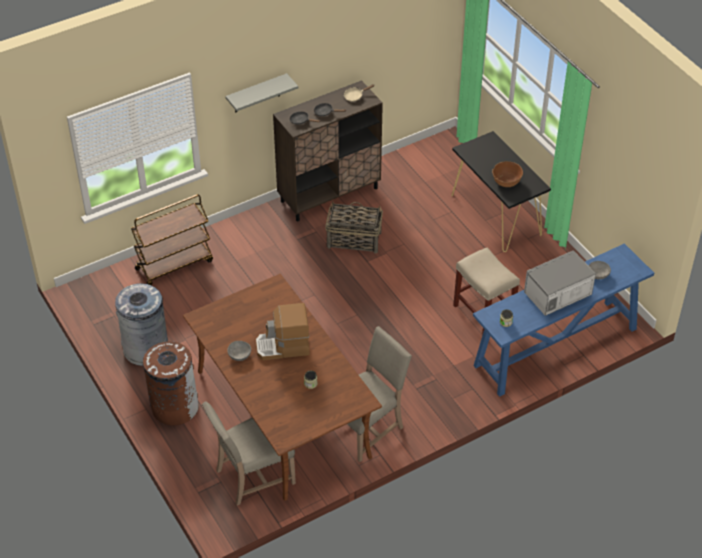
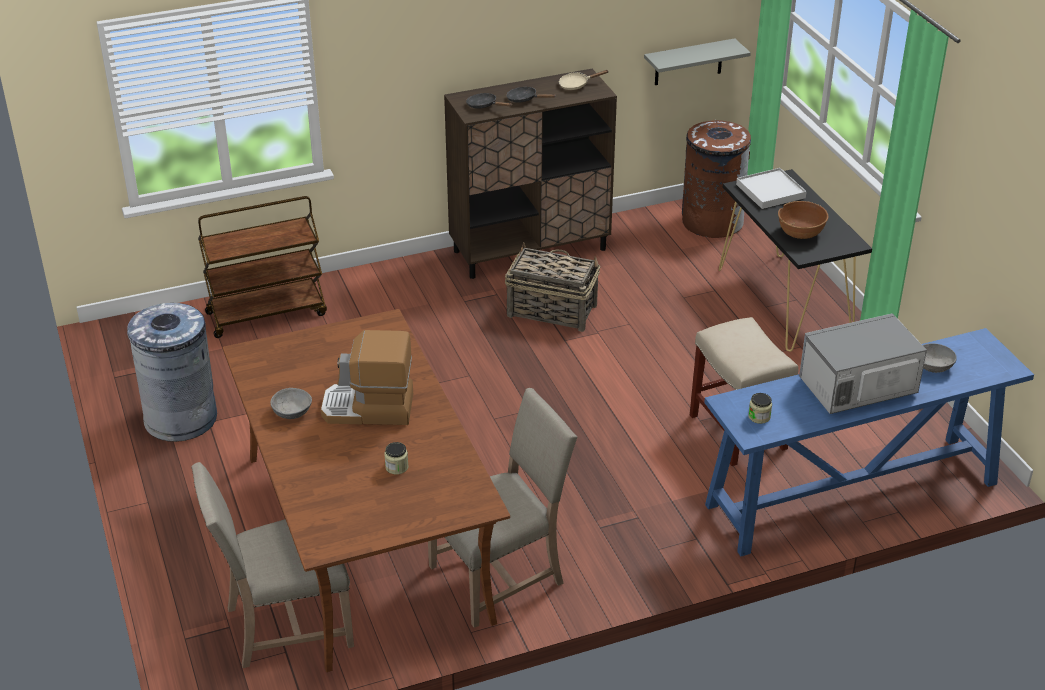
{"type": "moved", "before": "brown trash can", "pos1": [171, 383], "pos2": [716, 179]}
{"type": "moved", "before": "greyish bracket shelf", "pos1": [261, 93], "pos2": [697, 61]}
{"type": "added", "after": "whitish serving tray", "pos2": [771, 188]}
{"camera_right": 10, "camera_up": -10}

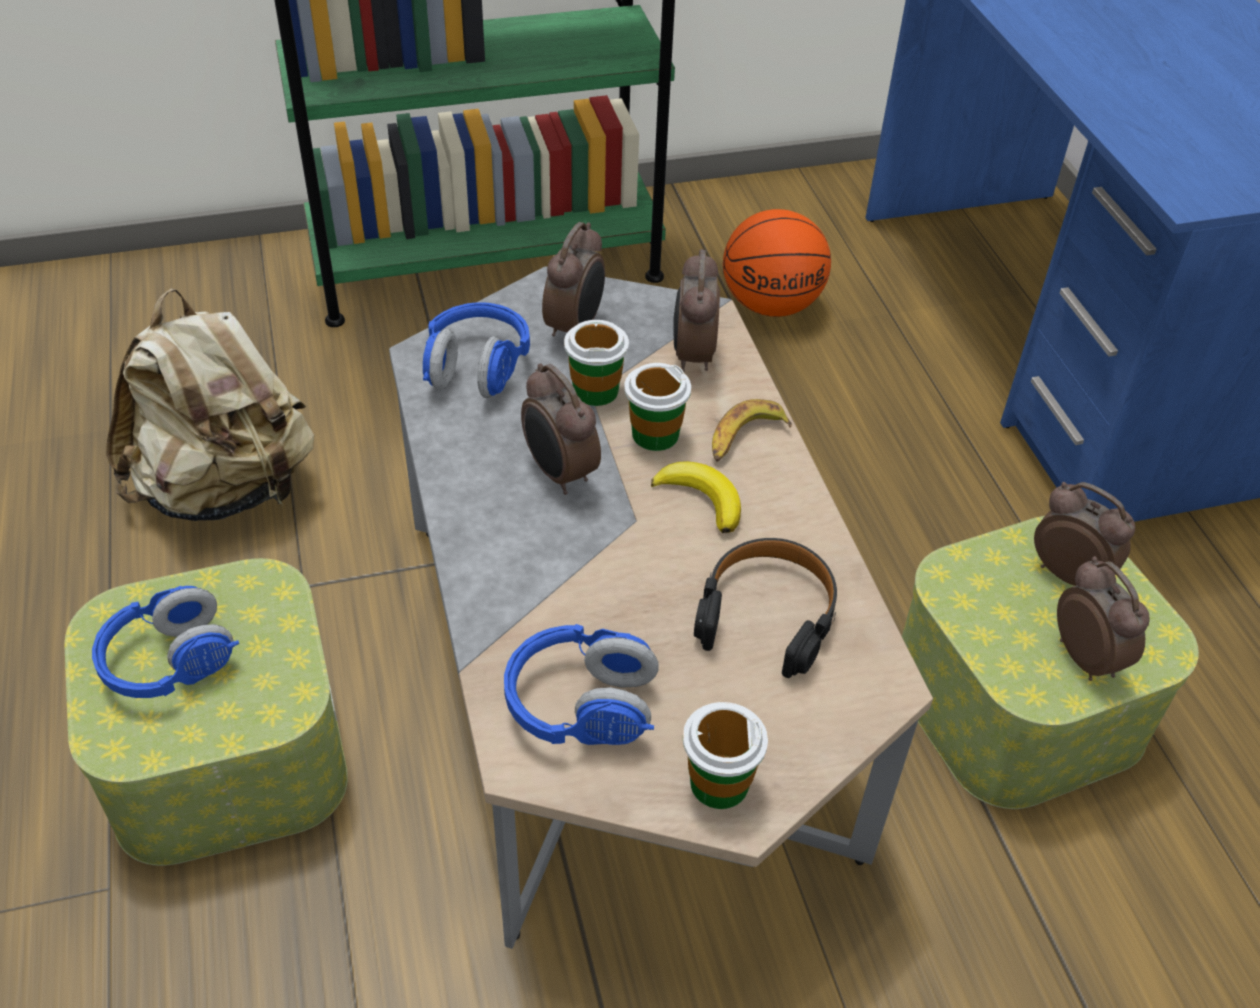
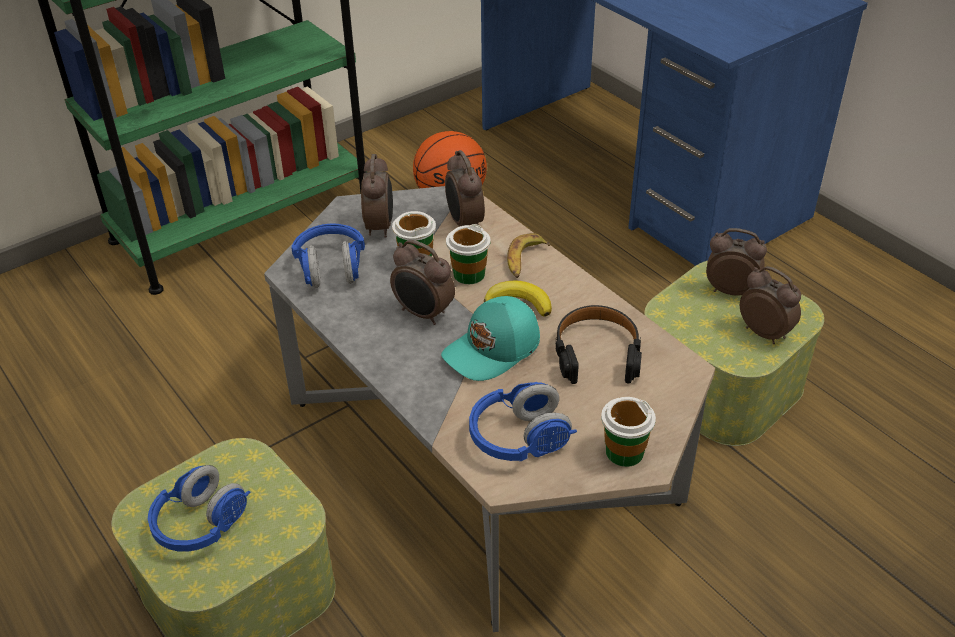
{"type": "removed", "before": "sand-coloured backpack", "pos1": [210, 404]}
{"type": "added", "after": "turquoise-coloured cap", "pos2": [490, 338]}
{"camera_right": -20, "camera_up": -5}

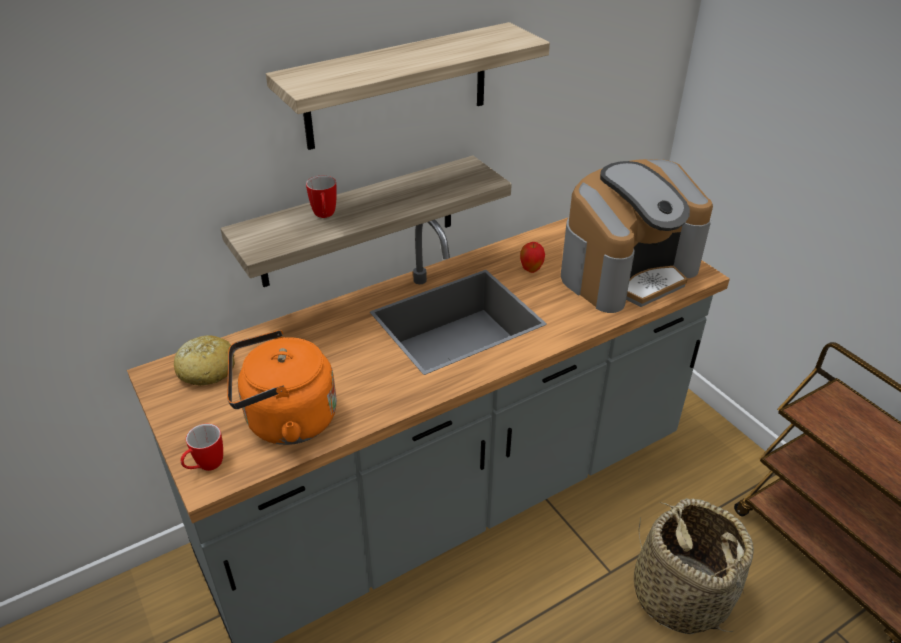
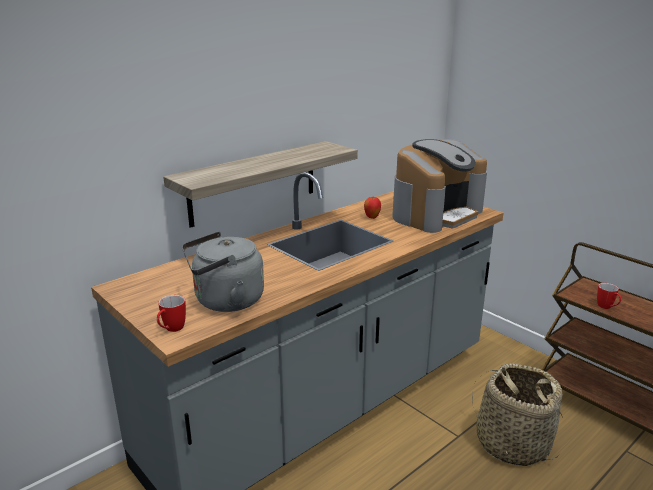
{"type": "removed", "before": "bakery bread", "pos1": [204, 360]}
{"type": "recoloured", "before": "orange-coloured water kettle", "after": "greyish water kettle", "pos1": [282, 387], "pos2": [223, 272]}
{"type": "removed", "before": "bracket shelf", "pos1": [408, 86]}
{"type": "moved", "before": "coffee mug", "pos1": [321, 197], "pos2": [609, 296]}
{"camera_right": -10, "camera_up": -15}

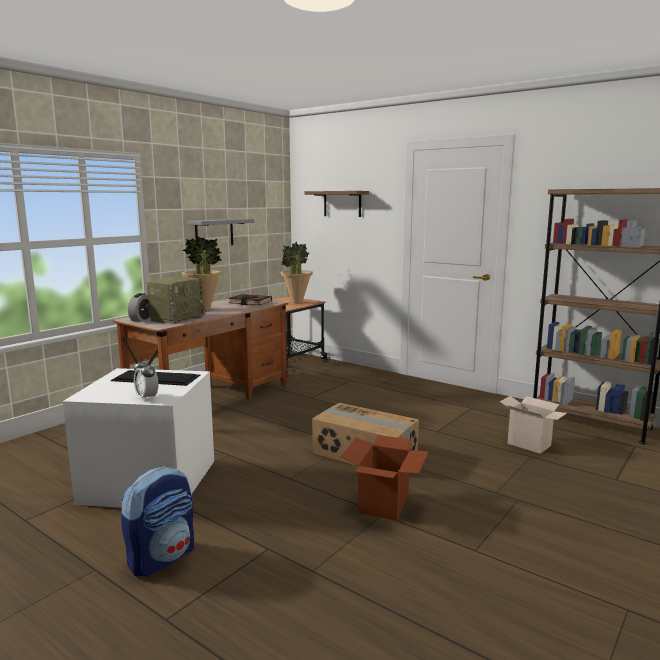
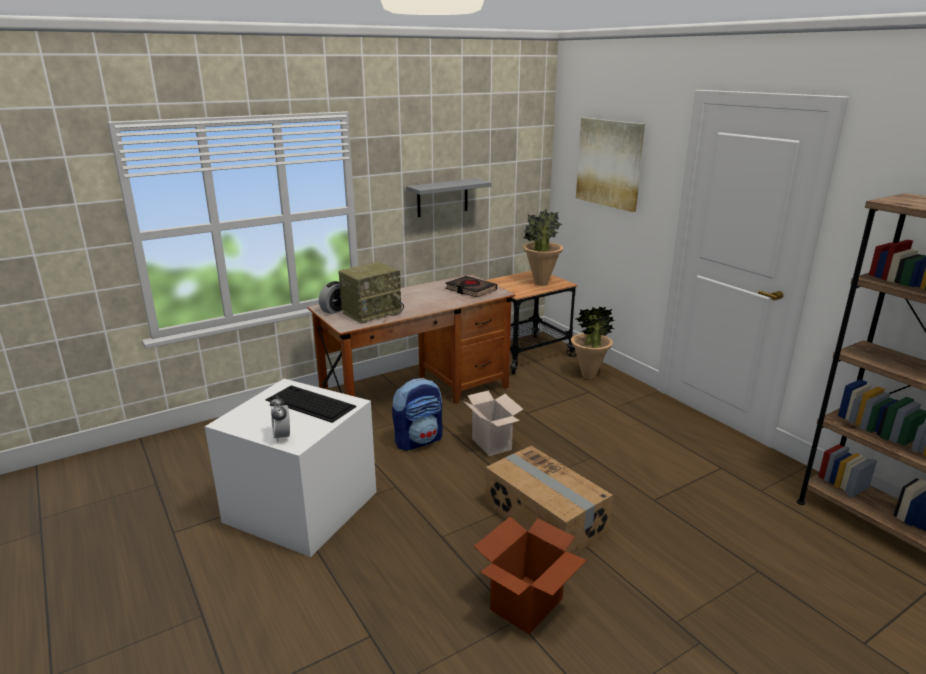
{"type": "moved", "before": "backpack", "pos1": [157, 521], "pos2": [417, 414]}
{"type": "moved", "before": "potted plant", "pos1": [201, 273], "pos2": [593, 343]}
{"type": "replaced", "before": "brown bracket shelf", "after": "wall picture", "pos1": [337, 204], "pos2": [610, 165]}
{"type": "moved", "before": "carton", "pos1": [533, 425], "pos2": [493, 423]}
{"camera_right": 20, "camera_up": 10}

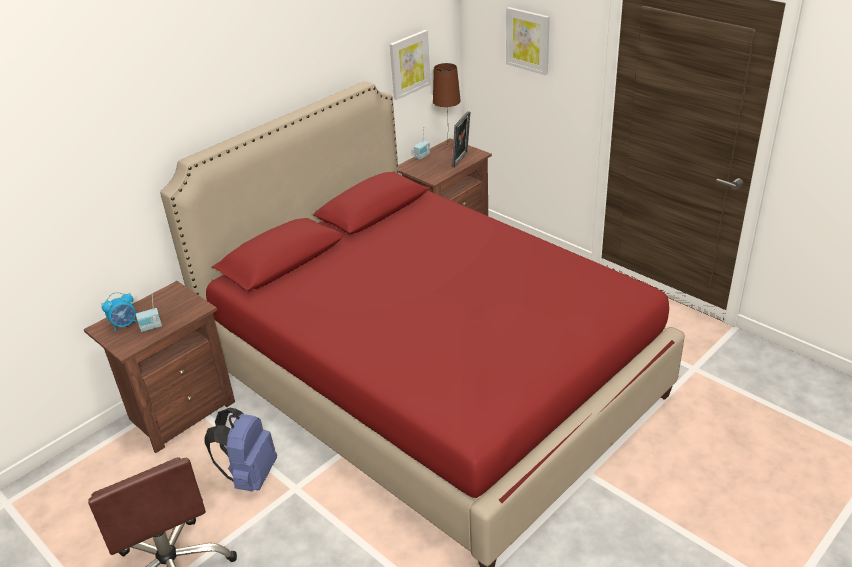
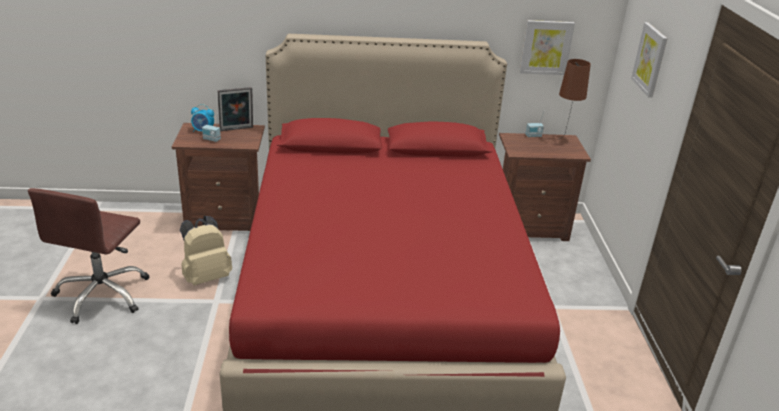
{"type": "recoloured", "before": "blue backpack", "after": "sand-coloured backpack", "pos1": [241, 449], "pos2": [206, 250]}
{"type": "moved", "before": "standing frame", "pos1": [461, 139], "pos2": [235, 109]}
{"camera_right": 40, "camera_up": -5}

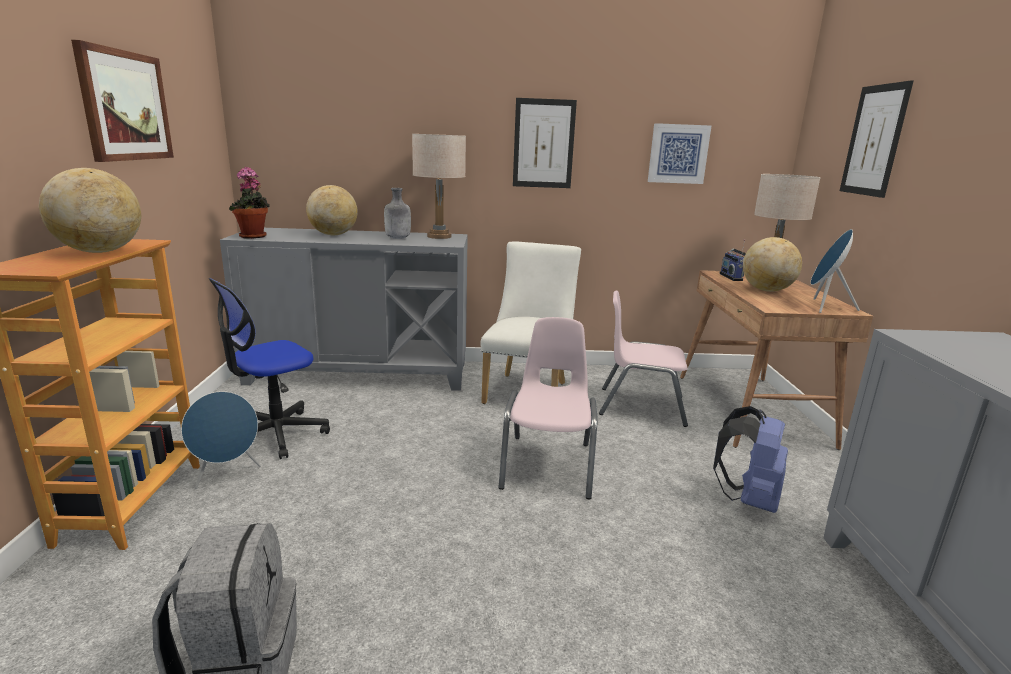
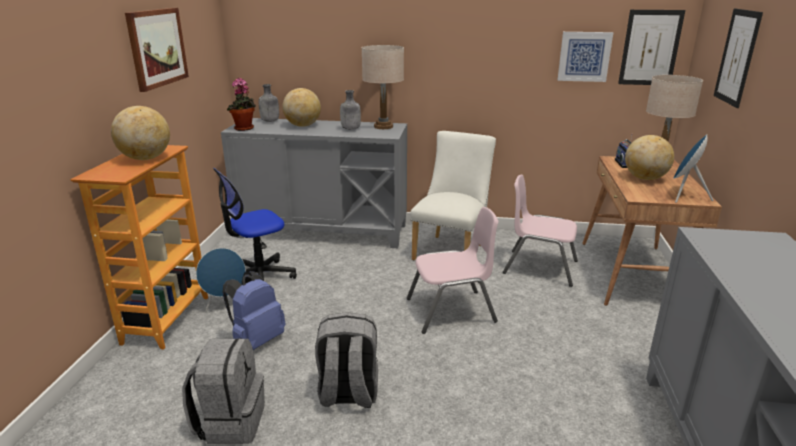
{"type": "turned", "before": "pink chair", "pos1": [548, 408], "pos2": [452, 270], "turn": 60}
{"type": "moved", "before": "wall picture", "pos1": [545, 143], "pos2": [651, 47]}
{"type": "moved", "before": "blue backpack", "pos1": [750, 459], "pos2": [254, 310]}
{"type": "added", "after": "greyish drink bottle", "pos2": [269, 103]}
{"type": "added", "after": "greyish backpack", "pos2": [346, 360]}
{"camera_right": 10, "camera_up": 5}

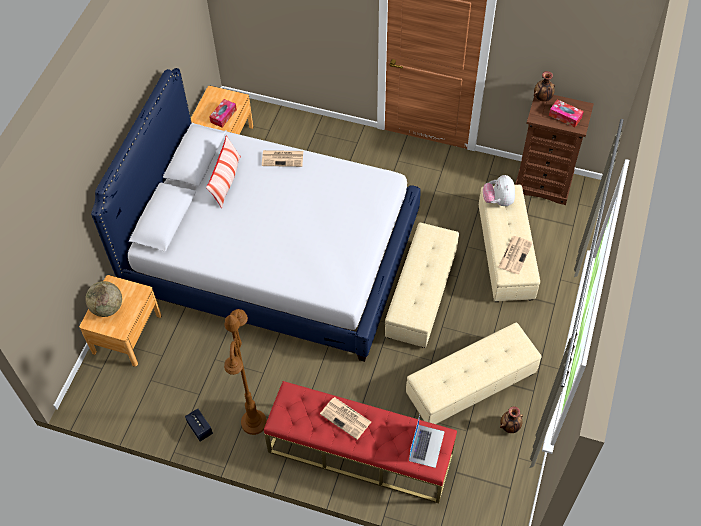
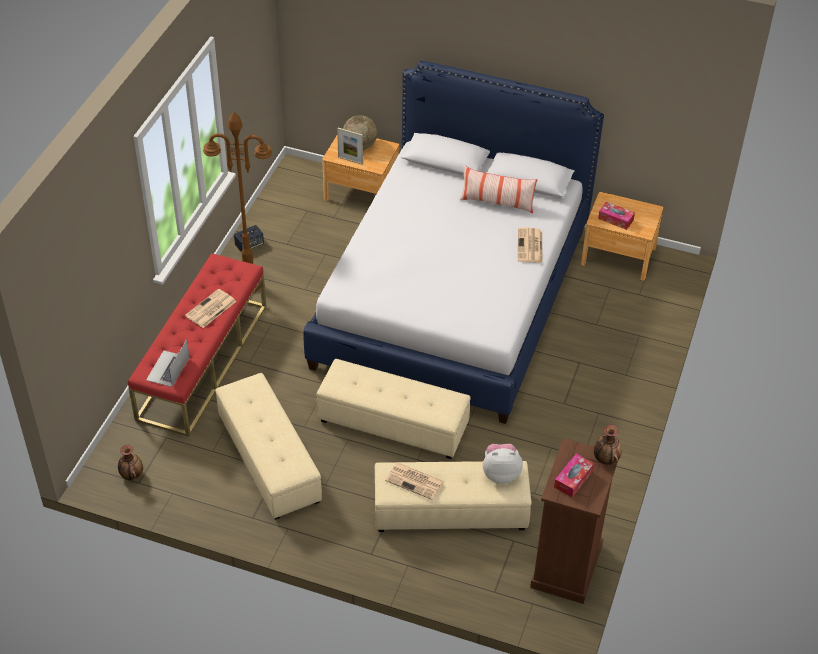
{"type": "turned", "before": "portable computer", "pos1": [427, 441], "pos2": [167, 363], "turn": 90}
{"type": "moved", "before": "vase", "pos1": [511, 419], "pos2": [130, 462]}
{"type": "added", "after": "standing frame", "pos2": [350, 146]}
{"camera_right": 90, "camera_up": -10}

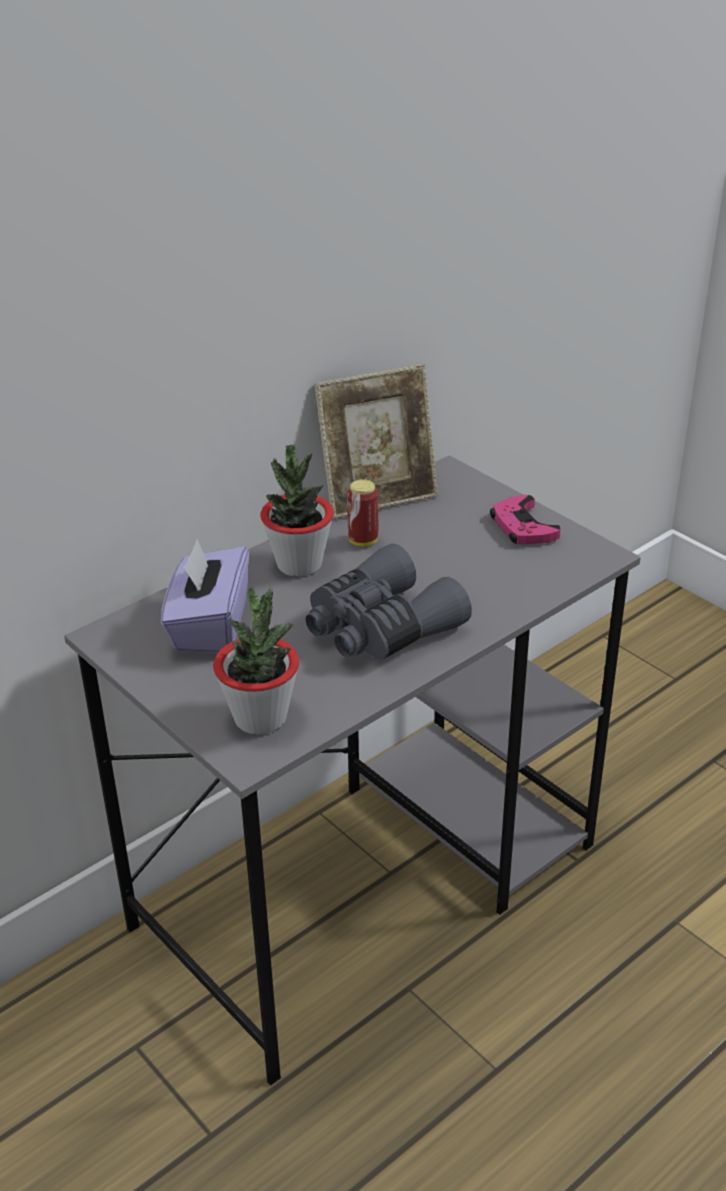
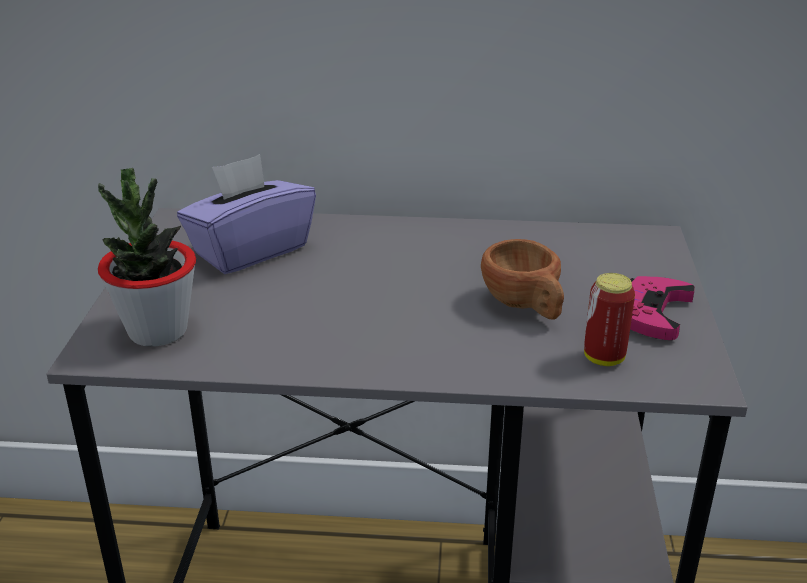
{"type": "removed", "before": "potted plant", "pos1": [297, 511]}
{"type": "removed", "before": "greyish pair of binoculars", "pos1": [389, 601]}
{"type": "removed", "before": "standing frame", "pos1": [376, 441]}
{"type": "moved", "before": "sealed can", "pos1": [362, 513], "pos2": [609, 319]}
{"type": "added", "after": "brown small cup", "pos2": [522, 279]}
{"camera_right": 45, "camera_up": -5}

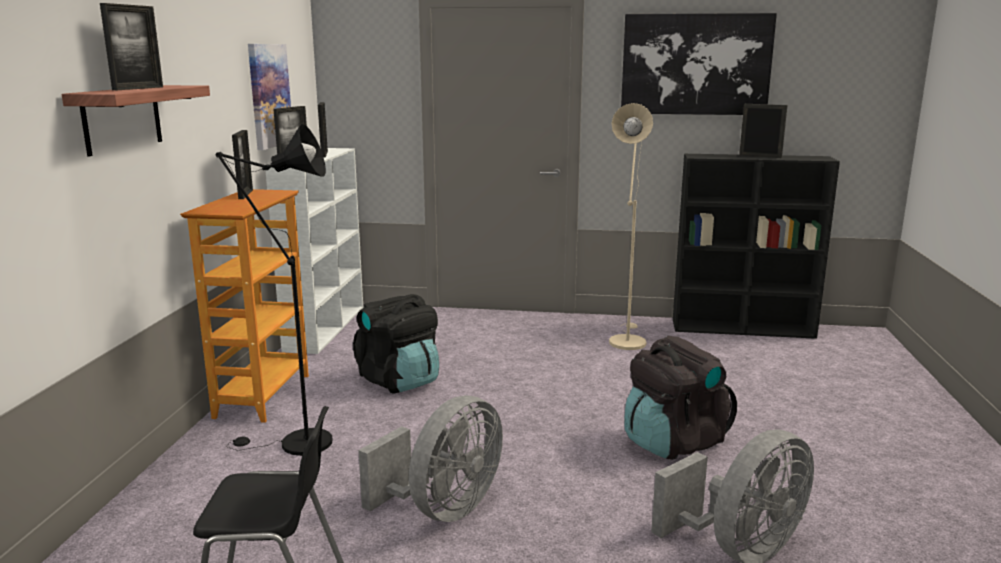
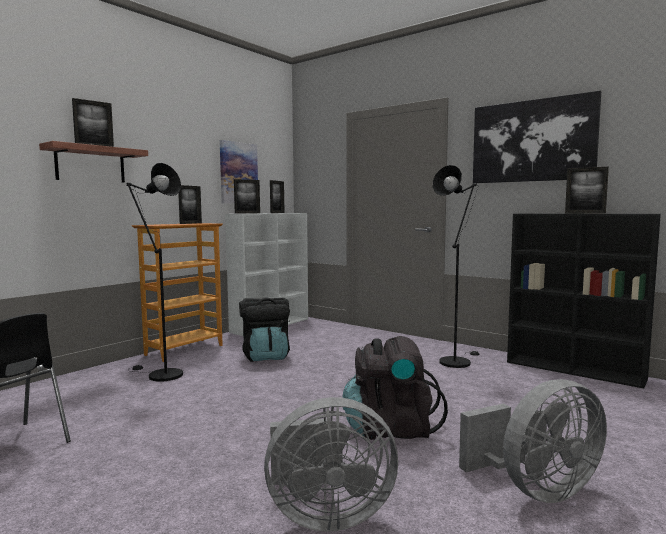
{"type": "moved", "before": "greyish fan", "pos1": [430, 458], "pos2": [533, 441]}
{"type": "recoloured", "before": "sand-coloured floor lamp", "after": "black floor lamp", "pos1": [631, 226], "pos2": [456, 266]}
{"type": "turned", "before": "standing frame", "pos1": [763, 131], "pos2": [587, 190], "turn": 150}
{"camera_right": 30, "camera_up": -10}

